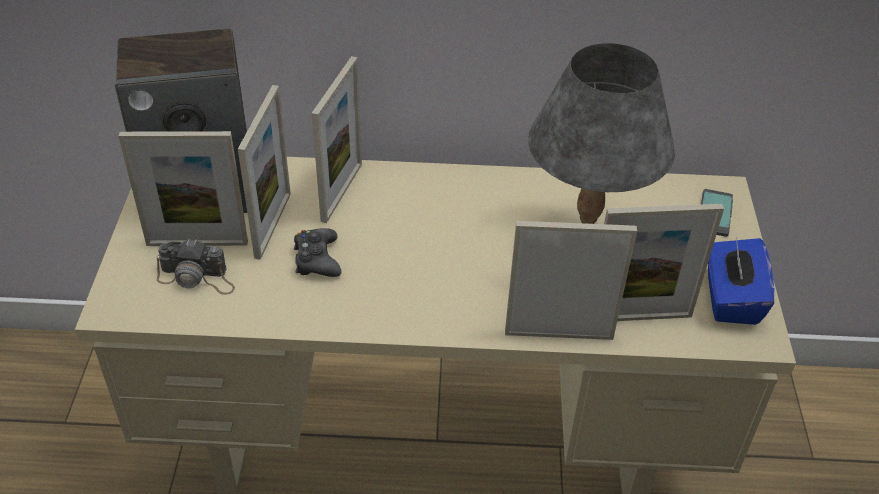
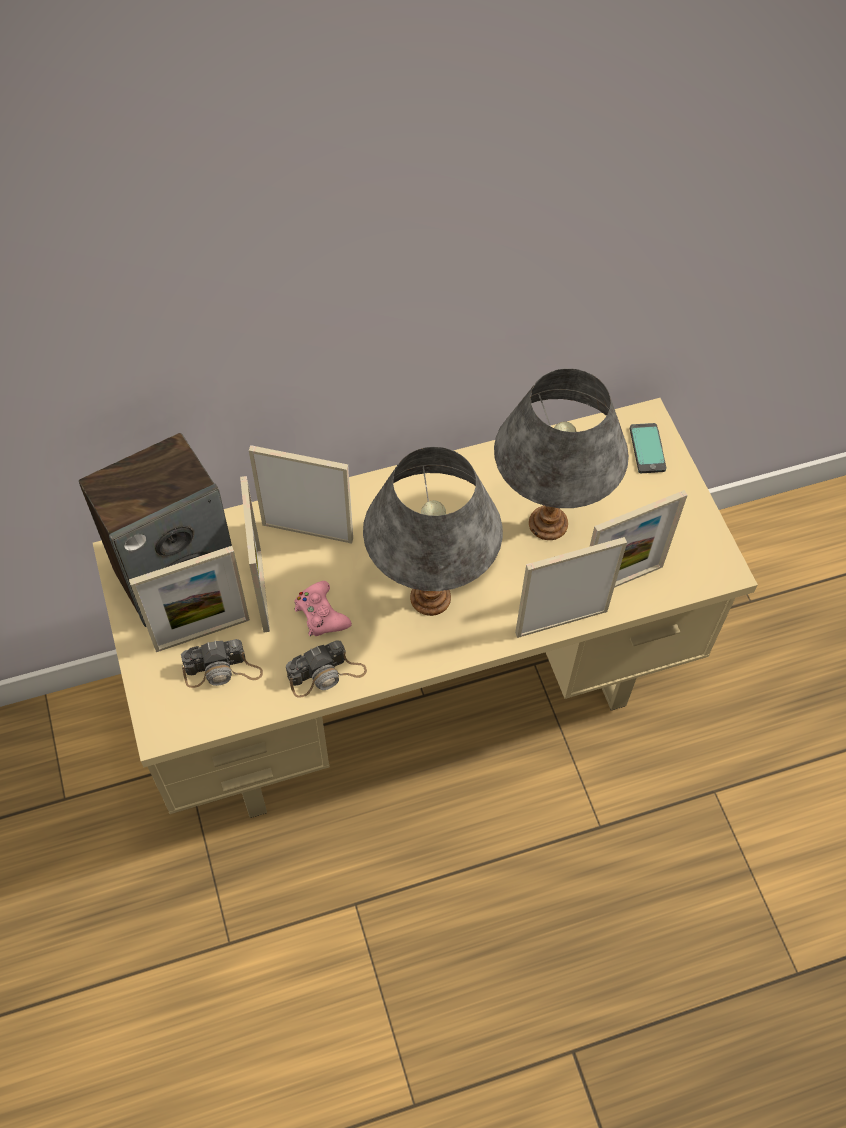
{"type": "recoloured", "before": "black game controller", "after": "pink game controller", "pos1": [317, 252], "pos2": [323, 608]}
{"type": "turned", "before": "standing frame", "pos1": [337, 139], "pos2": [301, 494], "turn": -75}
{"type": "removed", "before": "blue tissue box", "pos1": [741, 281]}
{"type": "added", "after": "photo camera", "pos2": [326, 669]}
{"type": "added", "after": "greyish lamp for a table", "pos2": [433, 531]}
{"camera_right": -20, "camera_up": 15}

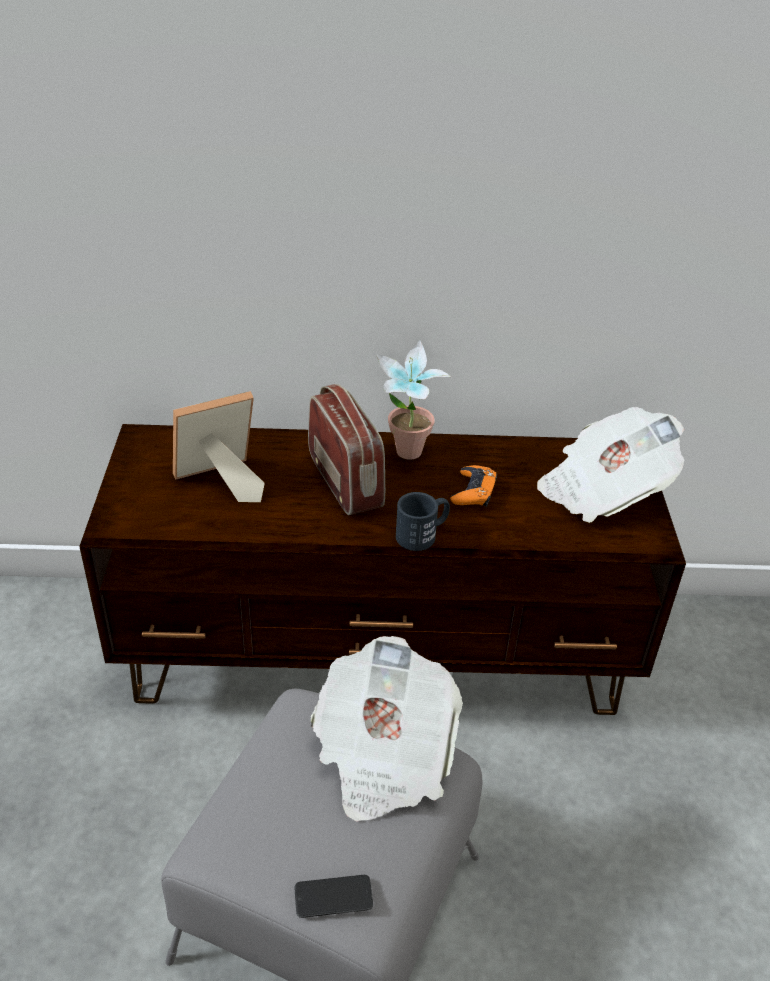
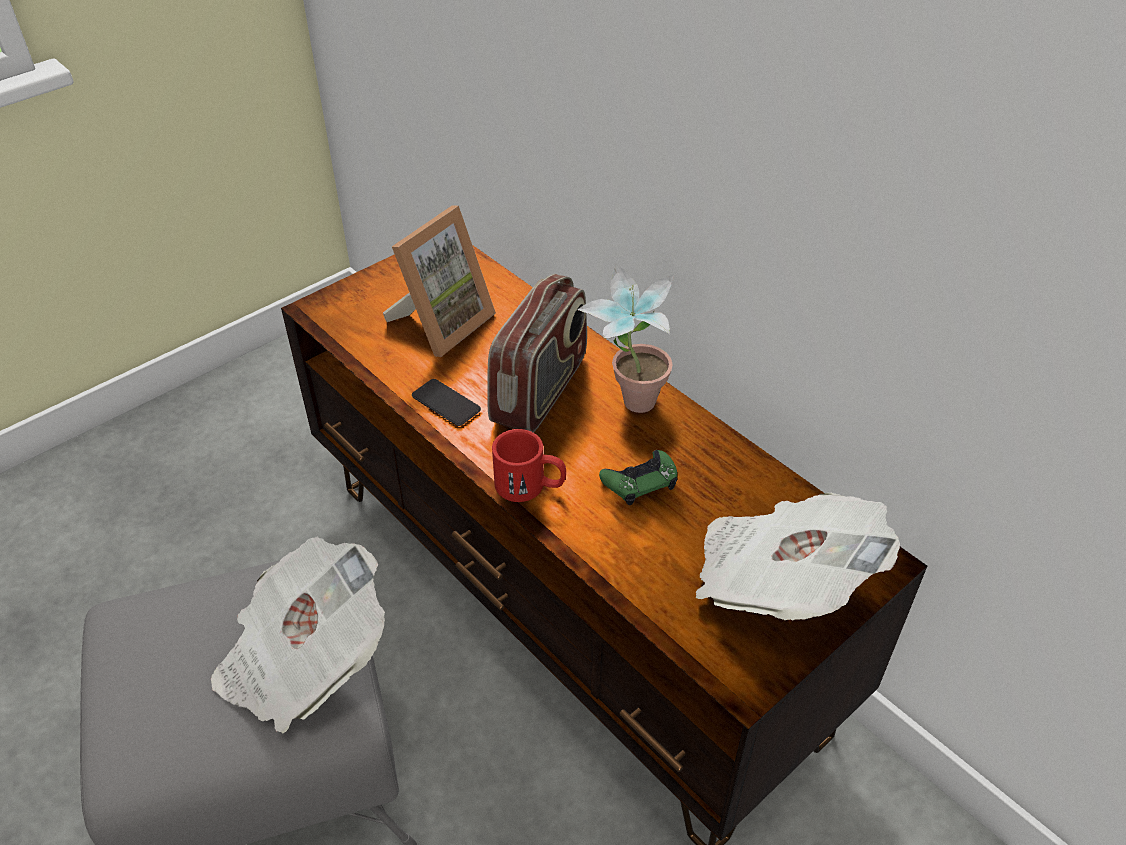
{"type": "turned", "before": "standing frame", "pos1": [219, 446], "pos2": [439, 281], "turn": 105}
{"type": "moved", "before": "telephone", "pos1": [334, 896], "pos2": [446, 402]}
{"type": "recoloured", "before": "black coffee mug", "after": "red-coloured coffee mug", "pos1": [423, 521], "pos2": [529, 465]}
{"type": "recoloured", "before": "orange-coloured game controller", "after": "green game controller", "pos1": [473, 486], "pos2": [638, 477]}
{"camera_right": 50, "camera_up": 5}

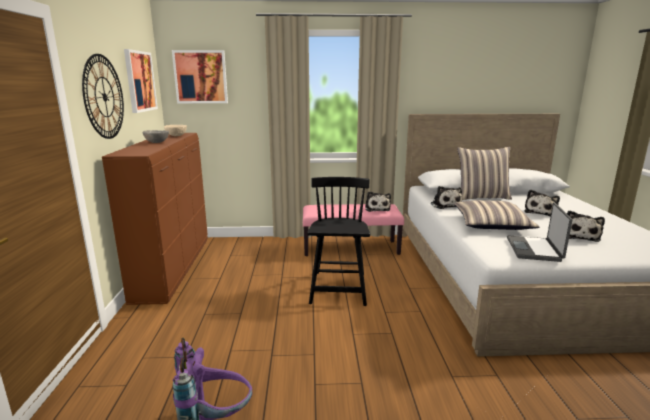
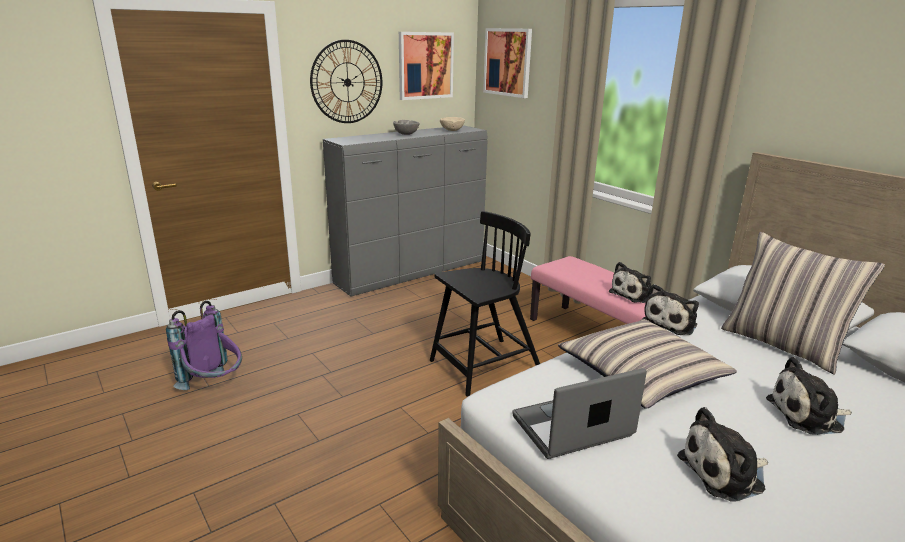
{"type": "recoloured", "before": "brown drawer chest", "after": "greyish drawer chest", "pos1": [155, 219], "pos2": [405, 211]}
{"camera_right": 55, "camera_up": 5}

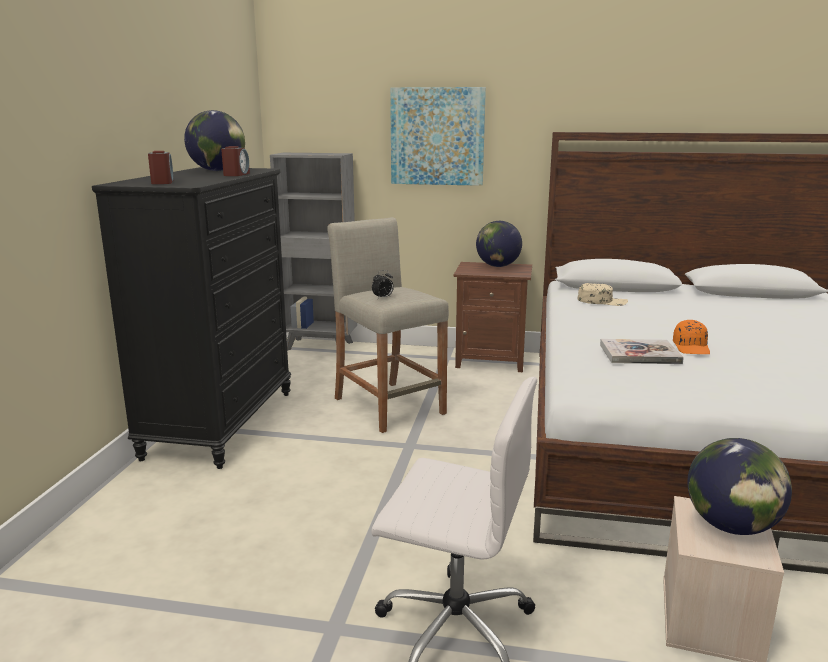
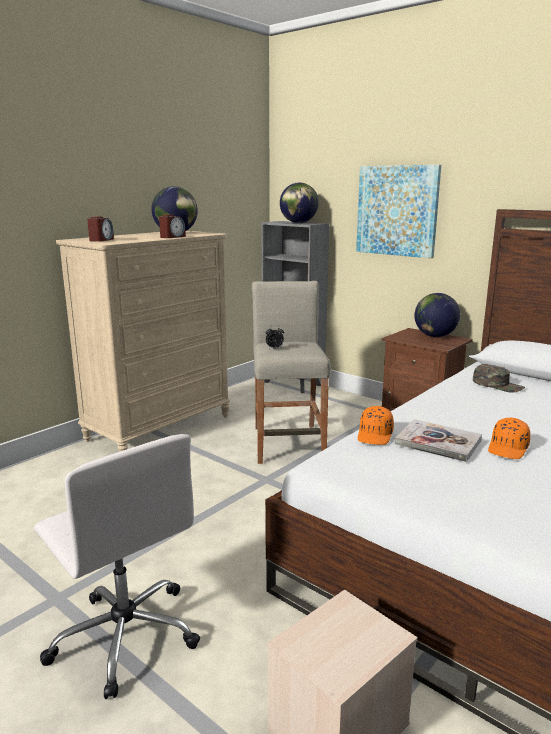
{"type": "recoloured", "before": "black drawer chest", "after": "sand-coloured drawer chest", "pos1": [191, 318], "pos2": [143, 341]}
{"type": "recoloured", "before": "sand-coloured cap", "after": "green cap", "pos1": [603, 294], "pos2": [499, 378]}
{"type": "moved", "before": "globe", "pos1": [739, 486], "pos2": [299, 203]}
{"type": "added", "after": "orange-coloured cap", "pos2": [376, 425]}
{"camera_right": 30, "camera_up": 0}

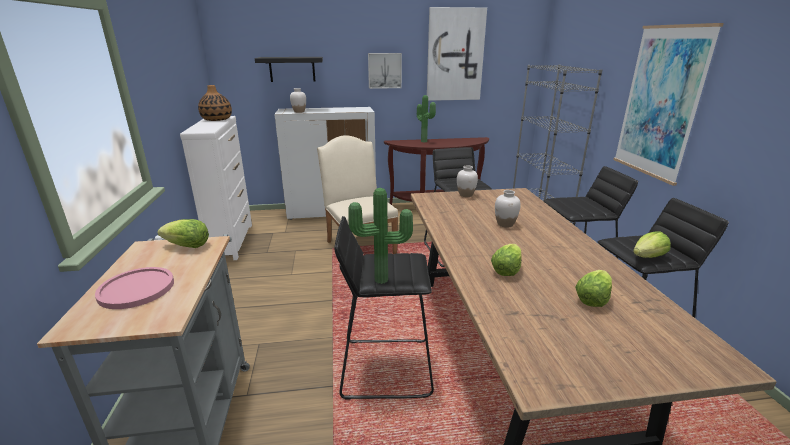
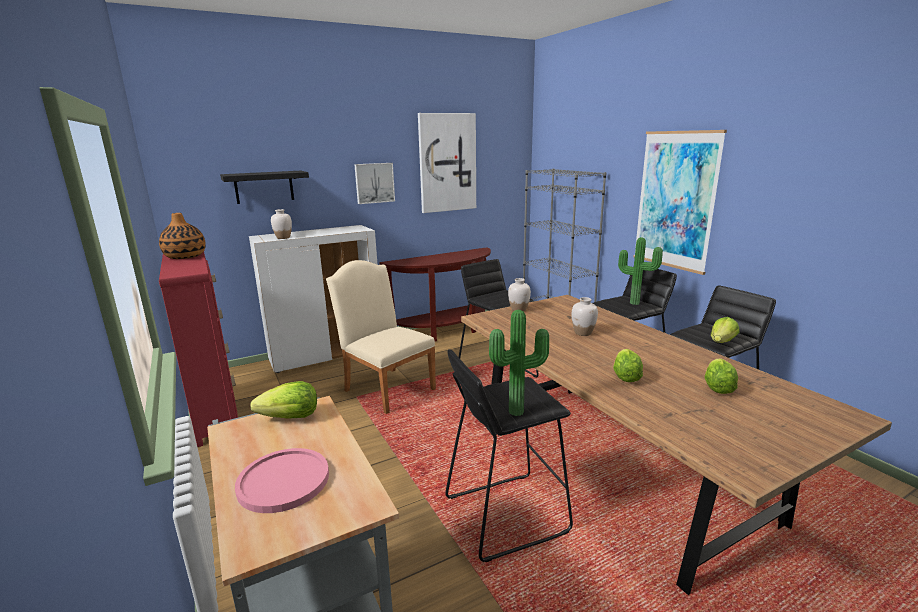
{"type": "recoloured", "before": "whitish drawer chest", "after": "red-coloured drawer chest", "pos1": [216, 188], "pos2": [198, 349]}
{"type": "moved", "before": "potted plant", "pos1": [426, 118], "pos2": [640, 271]}
{"camera_right": -20, "camera_up": -5}

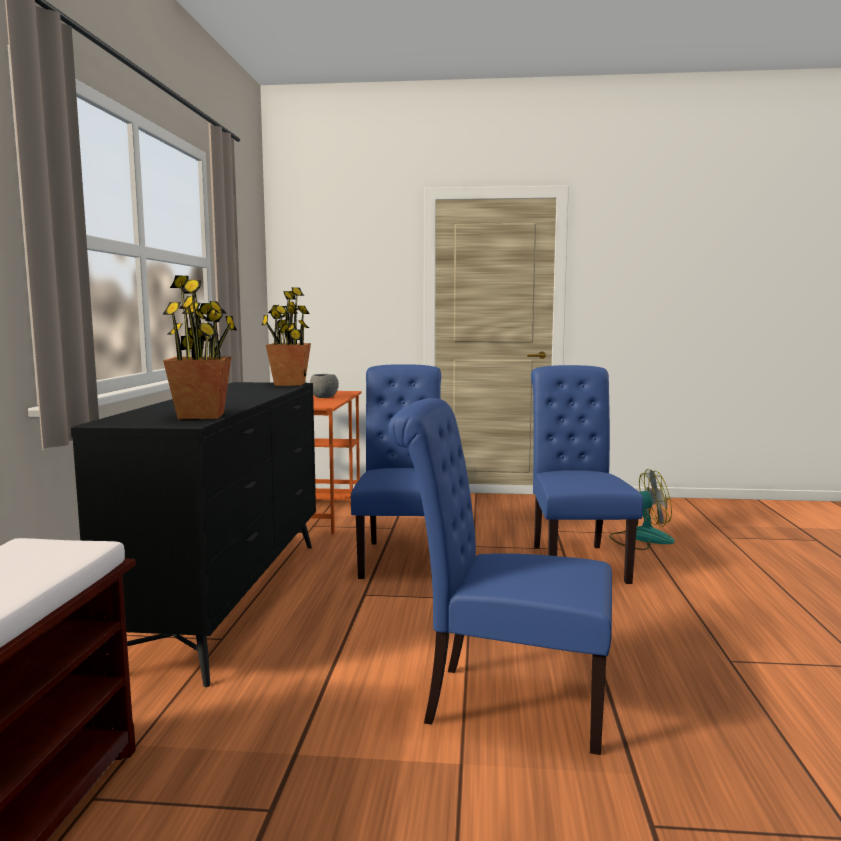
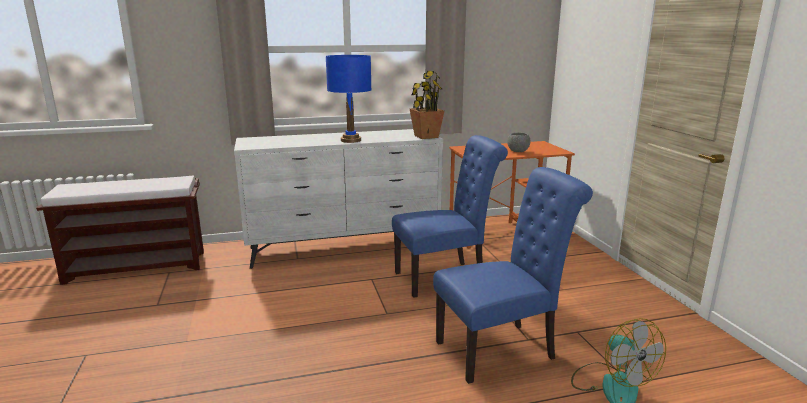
{"type": "recoloured", "before": "black drawer chest", "after": "whitish drawer chest", "pos1": [193, 534], "pos2": [338, 199]}
{"type": "removed", "before": "potted plant", "pos1": [199, 347]}
{"type": "removed", "before": "blue chair", "pos1": [500, 576]}
{"type": "added", "after": "blue lamp for a table", "pos2": [348, 99]}
{"camera_right": 70, "camera_up": 10}

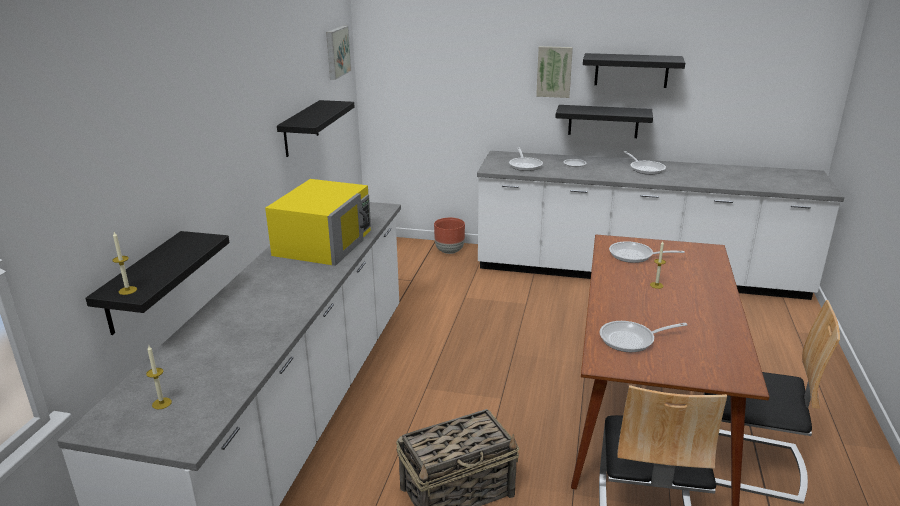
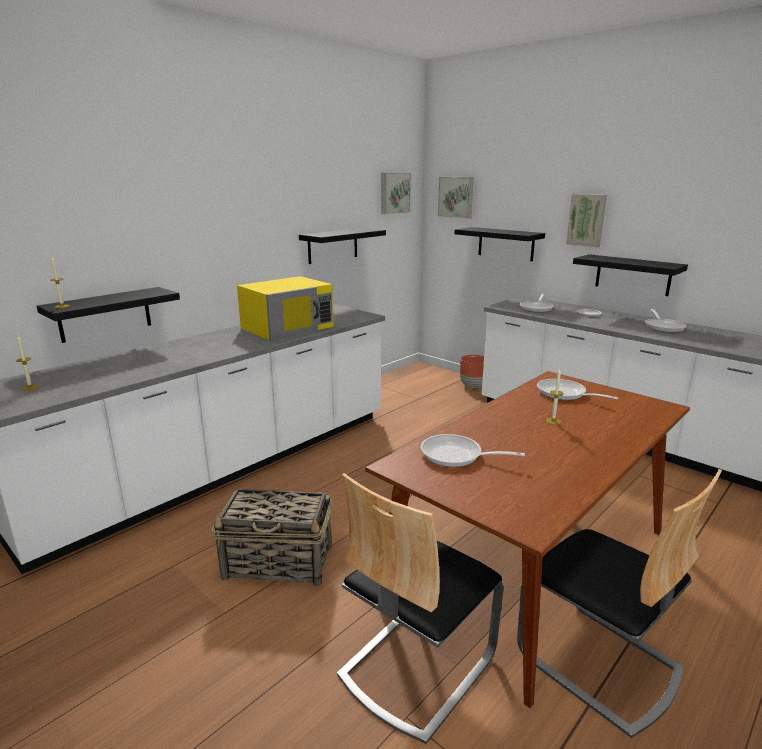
{"type": "moved", "before": "black bracket shelf", "pos1": [634, 70], "pos2": [500, 244]}
{"type": "added", "after": "wall picture", "pos2": [456, 197]}
{"camera_right": 30, "camera_up": -5}

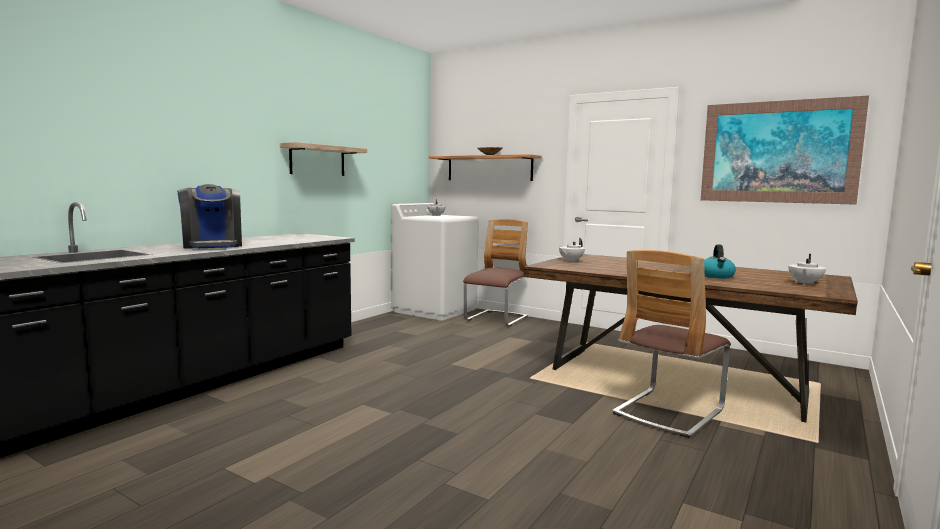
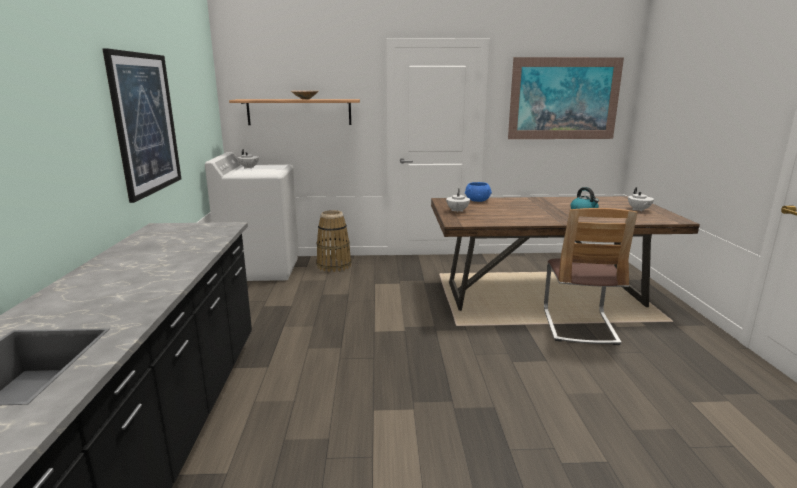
{"type": "removed", "before": "coffee machine", "pos1": [209, 216]}
{"type": "replaced", "before": "bracket shelf", "after": "wall picture", "pos1": [323, 159], "pos2": [141, 125]}
{"type": "replaced", "before": "chair", "after": "household basket", "pos1": [495, 273], "pos2": [333, 241]}
{"type": "added", "after": "blue bowl", "pos2": [478, 192]}
{"camera_right": -35, "camera_up": 10}

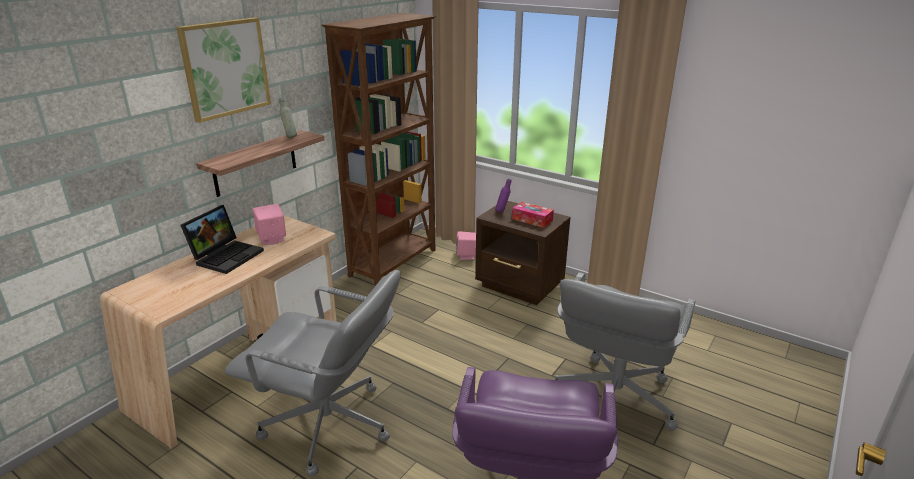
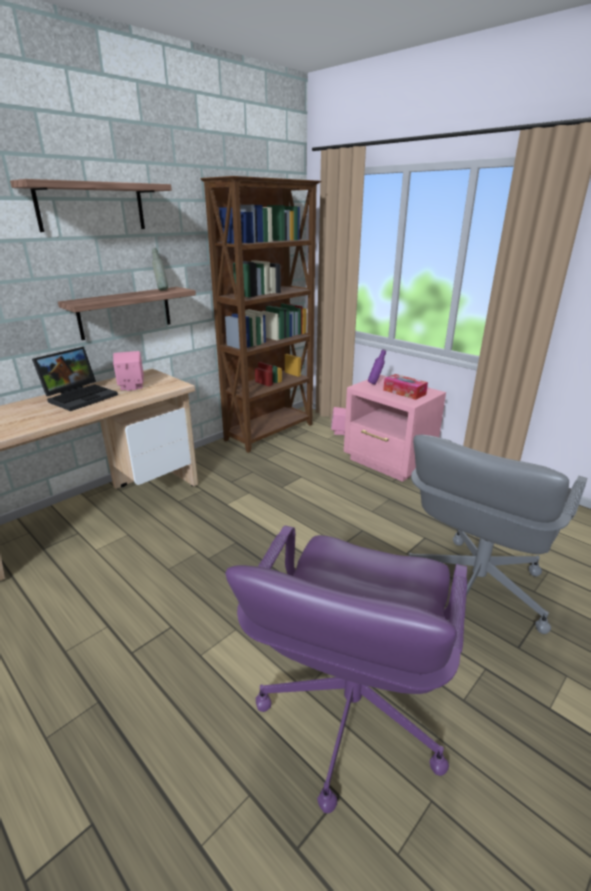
{"type": "replaced", "before": "wall picture", "after": "bracket shelf", "pos1": [223, 70], "pos2": [91, 205]}
{"type": "removed", "before": "greyish desk chair", "pos1": [312, 373]}
{"type": "recoloured", "before": "brown bedside table", "after": "pink bedside table", "pos1": [522, 253], "pos2": [395, 428]}
{"camera_right": 10, "camera_up": 0}

